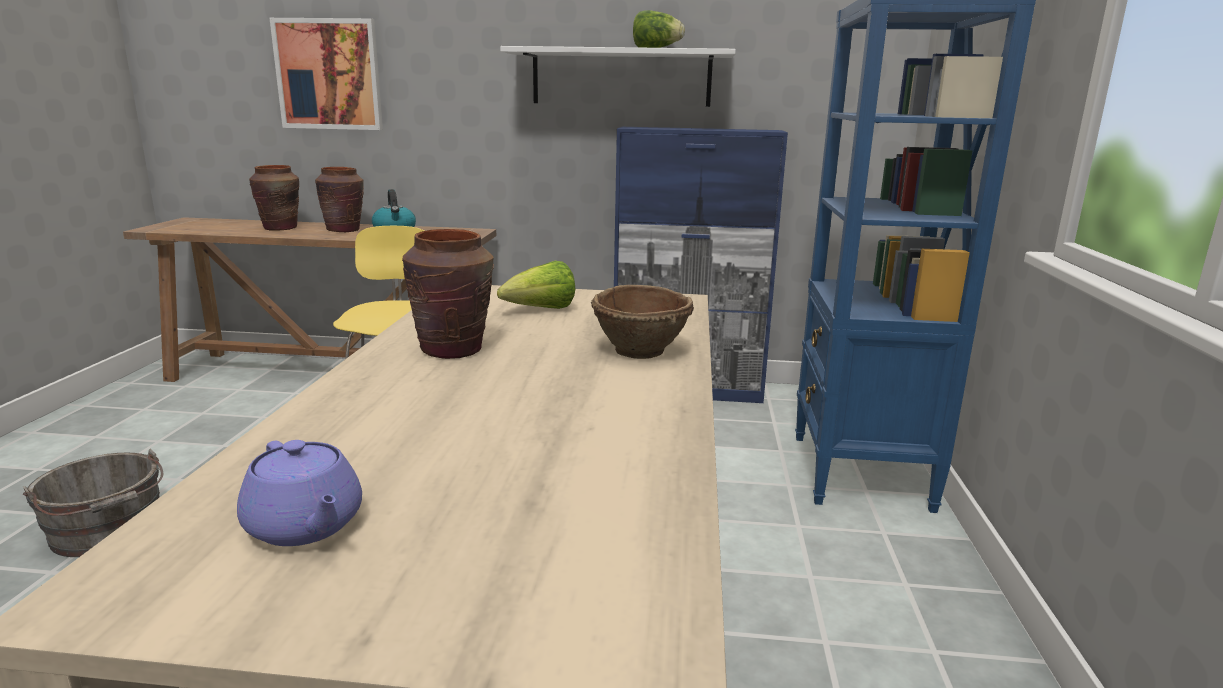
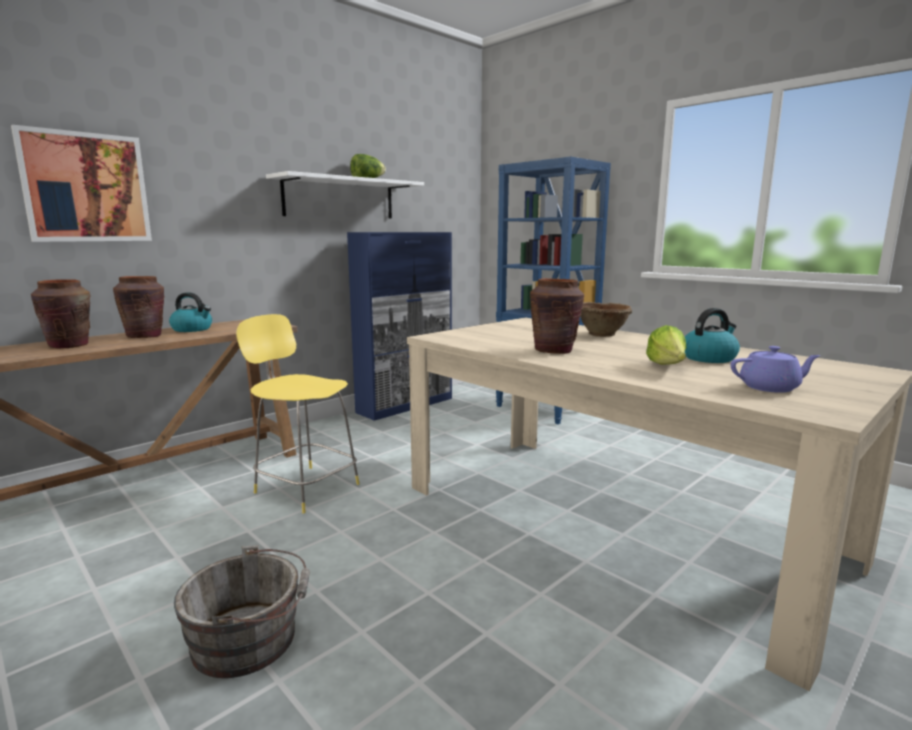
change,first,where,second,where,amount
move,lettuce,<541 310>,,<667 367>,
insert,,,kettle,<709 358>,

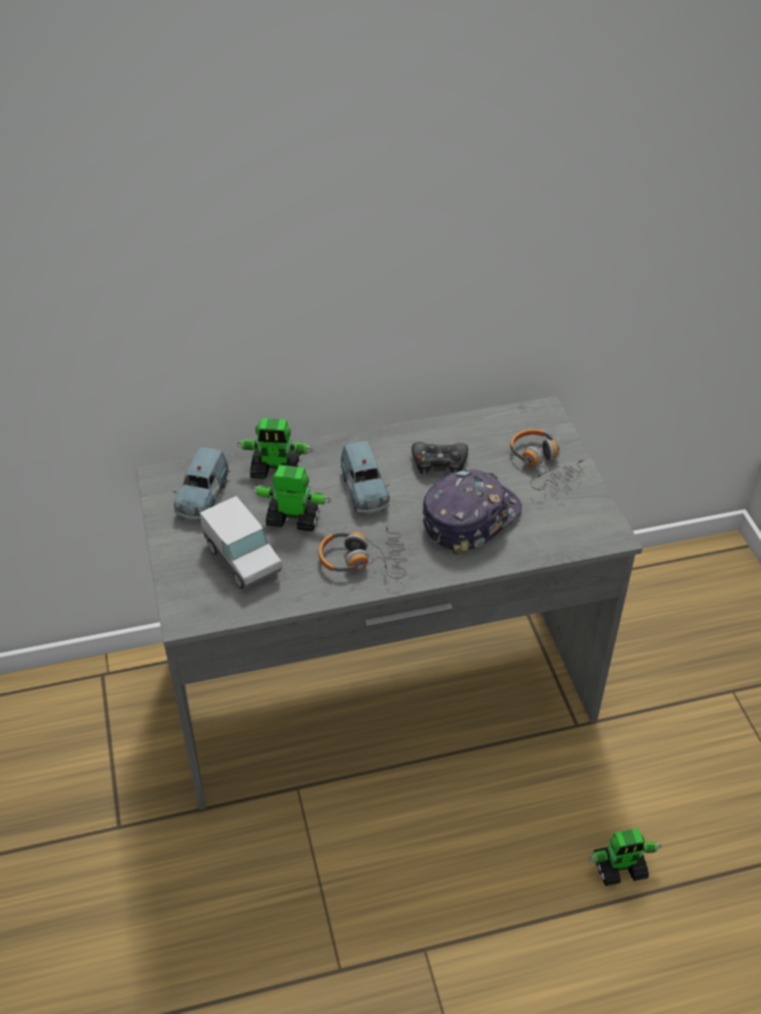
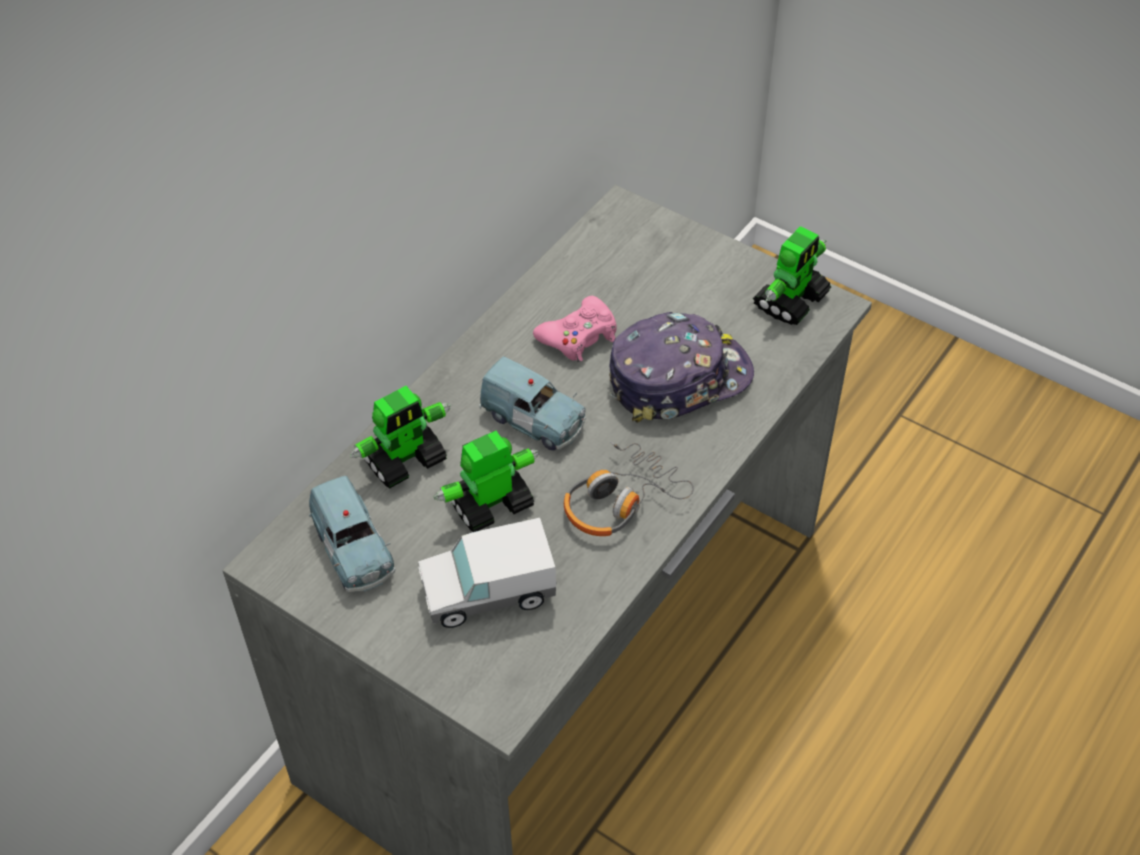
change,first,where,second,where,amount
delete,headphones,<541 464>,,,
recolor,black game controller,<439 463>,pink game controller,<579 336>,
rotate,cap,<469 518>,,<678 378>,60 degrees clockwise
rotate,toy truck,<242 559>,,<488 592>,150 degrees clockwise
move,toy robot,<620 867>,,<791 300>,

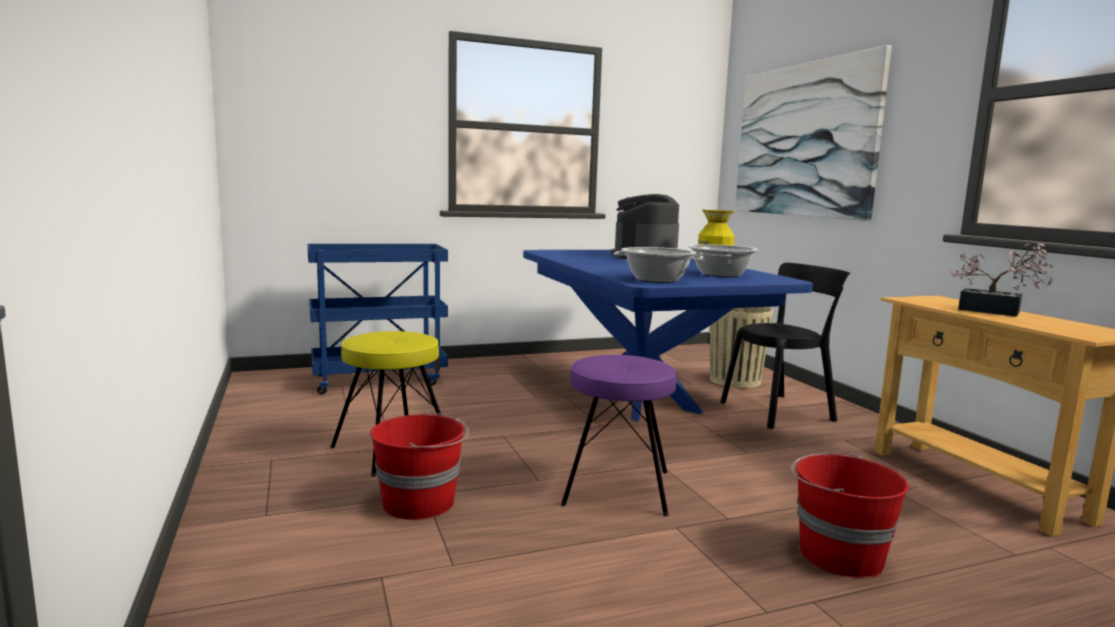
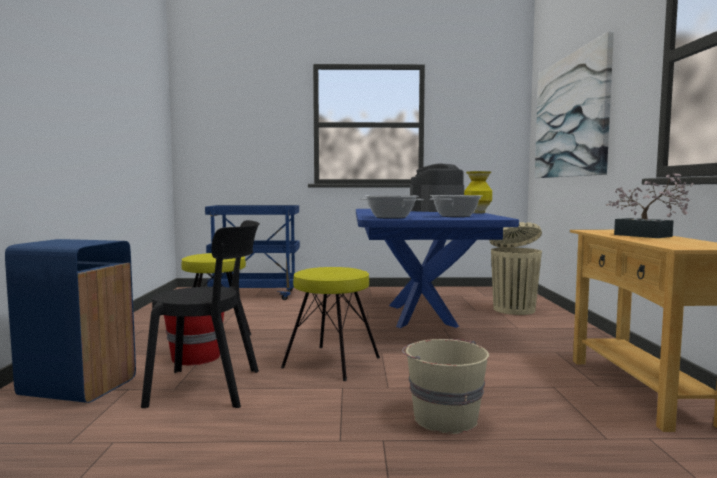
change,first,where,second,where,amount
move,black chair,<781 410>,,<211 387>,
recolor,purple stool,<617 488>,yellow stool,<332 362>,
recolor,red bucket,<839 555>,beige bucket,<444 418>,
insert,,,blue trash can,<79 386>,

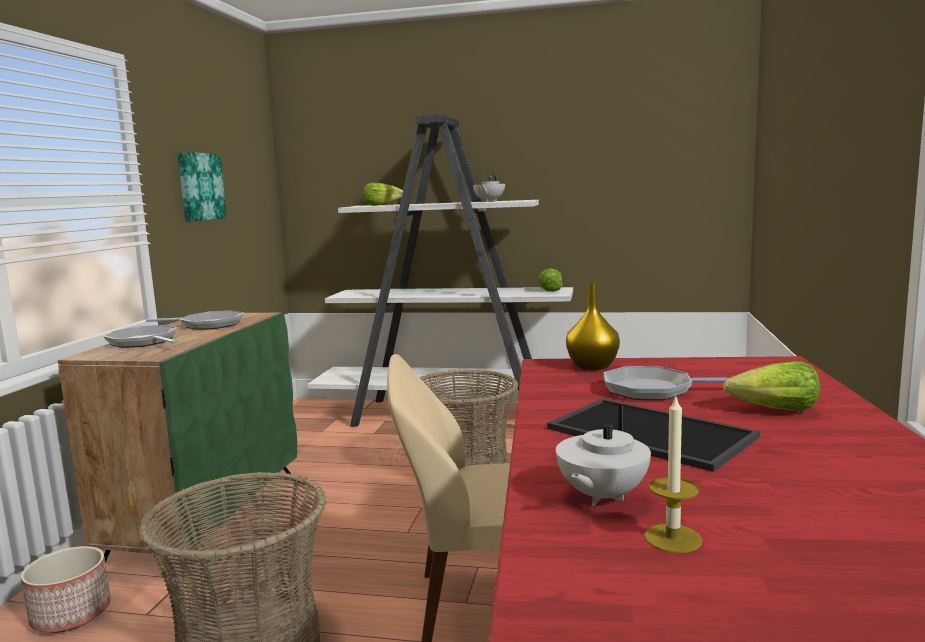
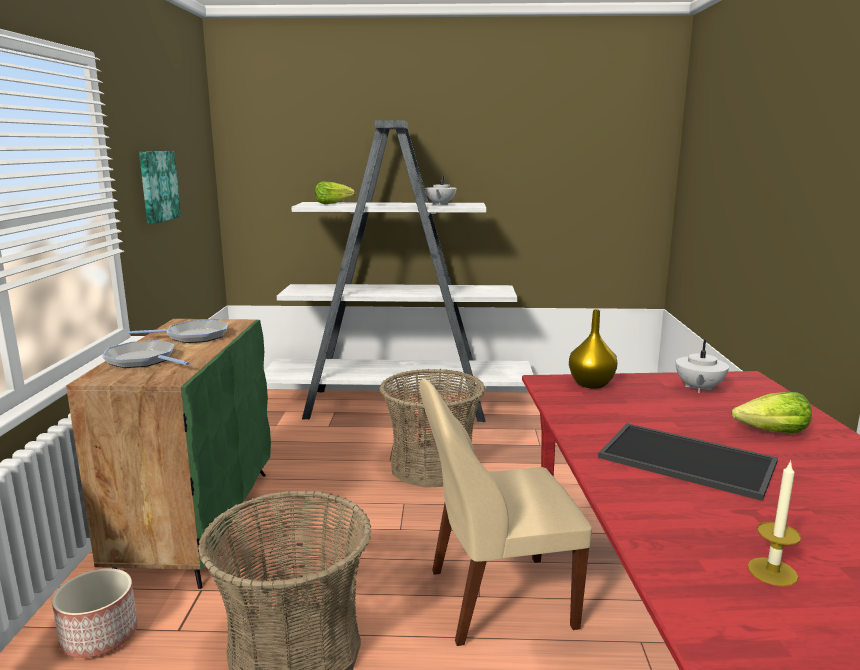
change,first,where,second,where,amount
delete,lettuce,<550 290>,,,
delete,frying pan,<653 390>,,,
move,white teapot,<601 496>,,<698 388>,

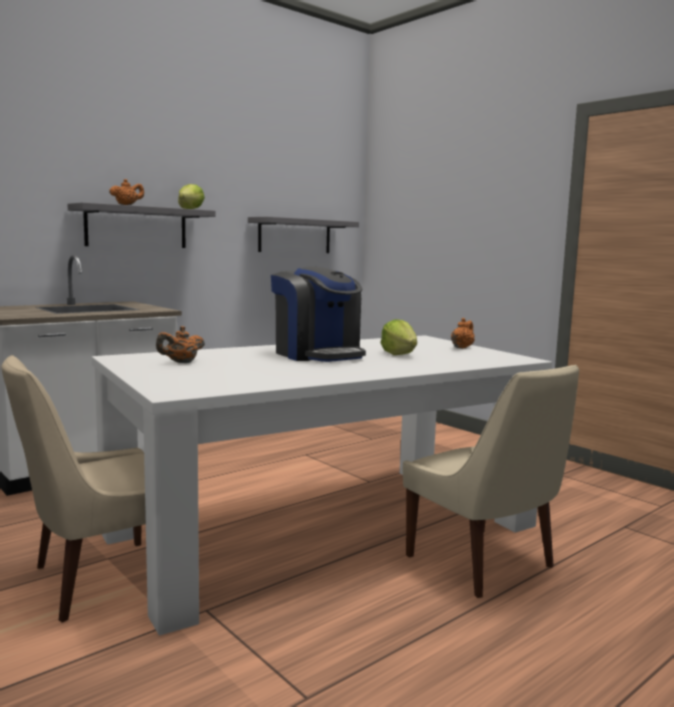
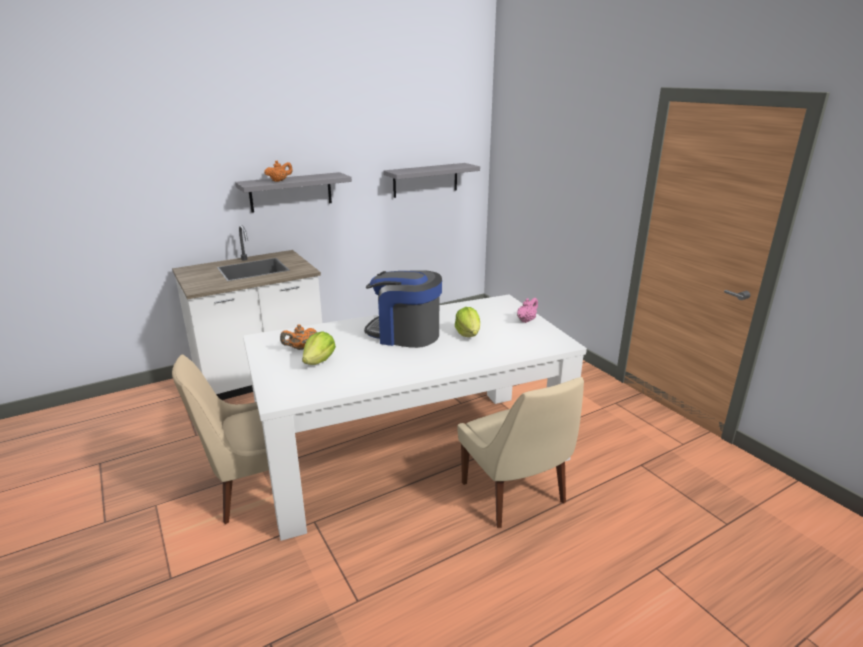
change,first,where,second,where,amount
move,lettuce,<190 209>,,<319 361>,
rotate,coffee machine,<317 354>,,<405 334>,135 degrees clockwise
recolor,orange teapot,<462 347>,pink teapot,<526 320>,

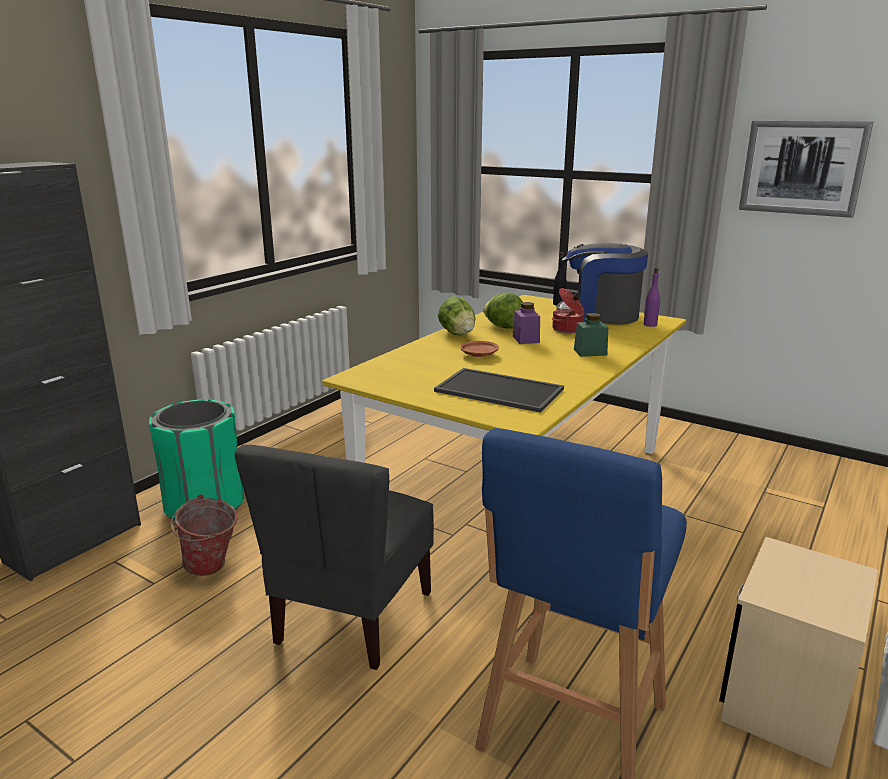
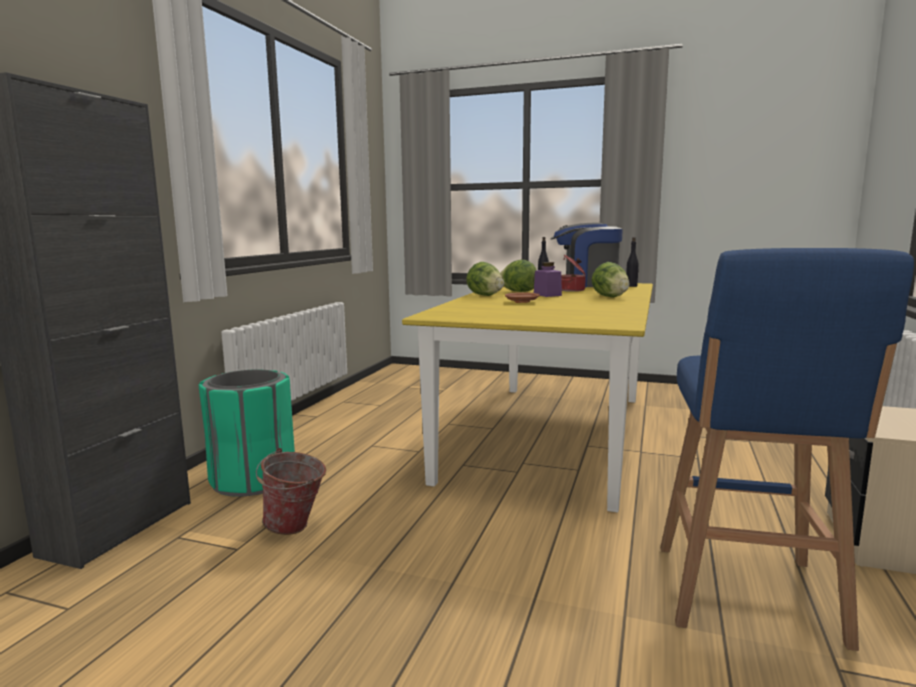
change,first,where,second,where,amount
delete,picture,<802 168>,,,
recolor,purple bottle,<650 325>,black bottle,<631 286>,
replace,green jar,<590 352>,lettuce,<610 297>,
delete,tray,<501 390>,,,
delete,grey chair,<352 617>,,,

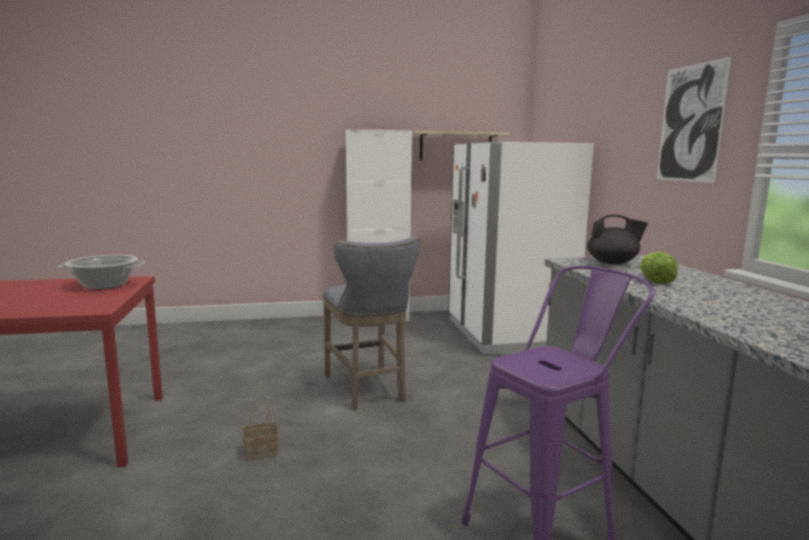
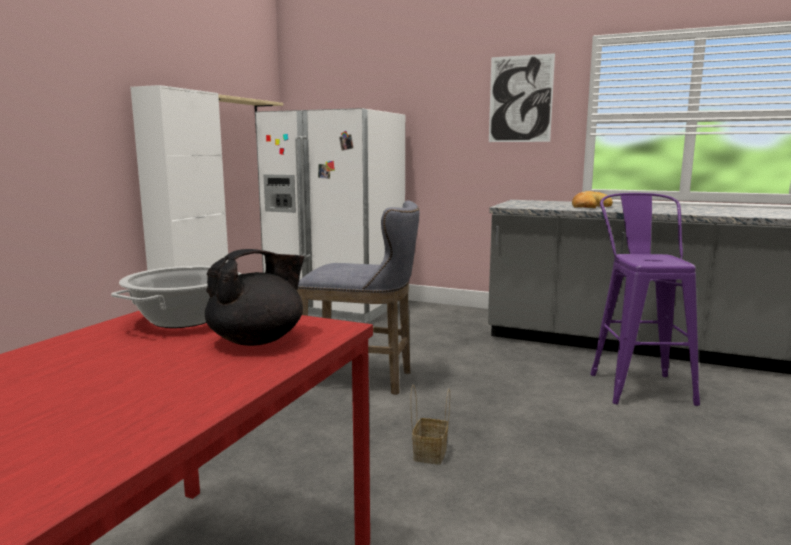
change,first,where,second,where,amount
move,black teapot,<613 263>,,<258 340>,
replace,lettuce,<654 281>,bread,<589 206>,

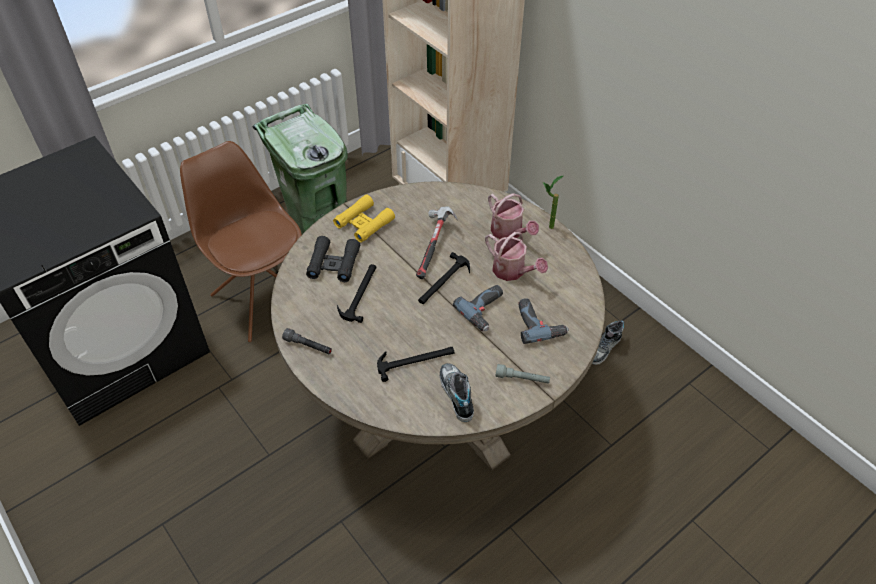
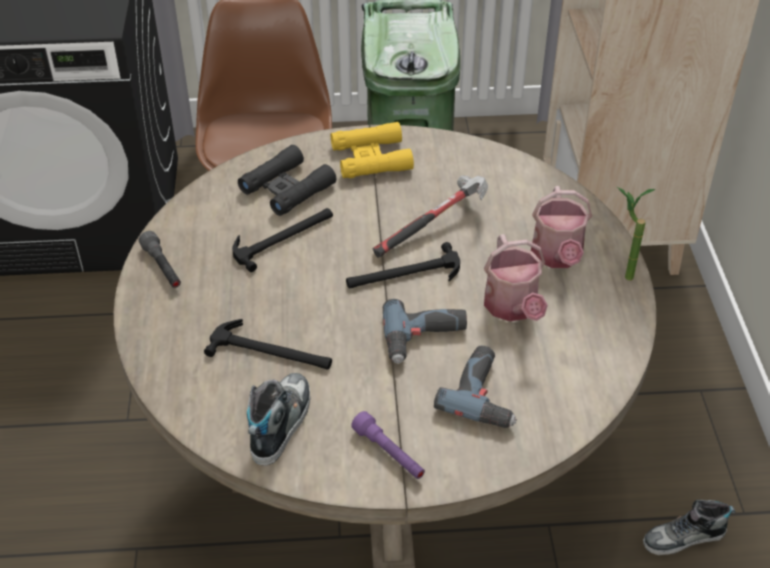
change,first,where,second,where,amount
recolor,grey flashlight,<522 379>,purple flashlight,<389 453>,

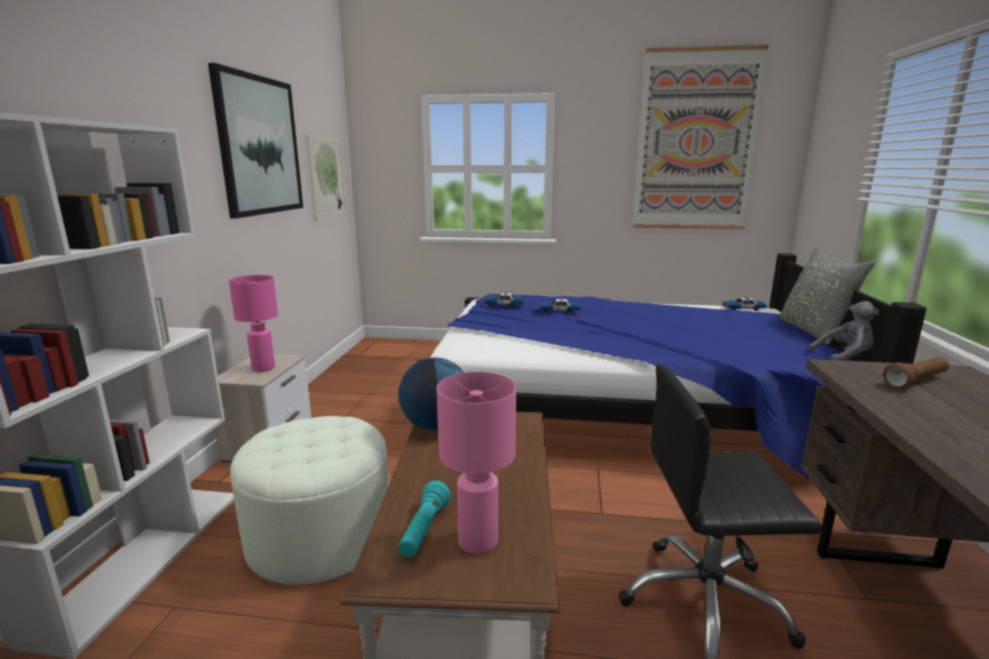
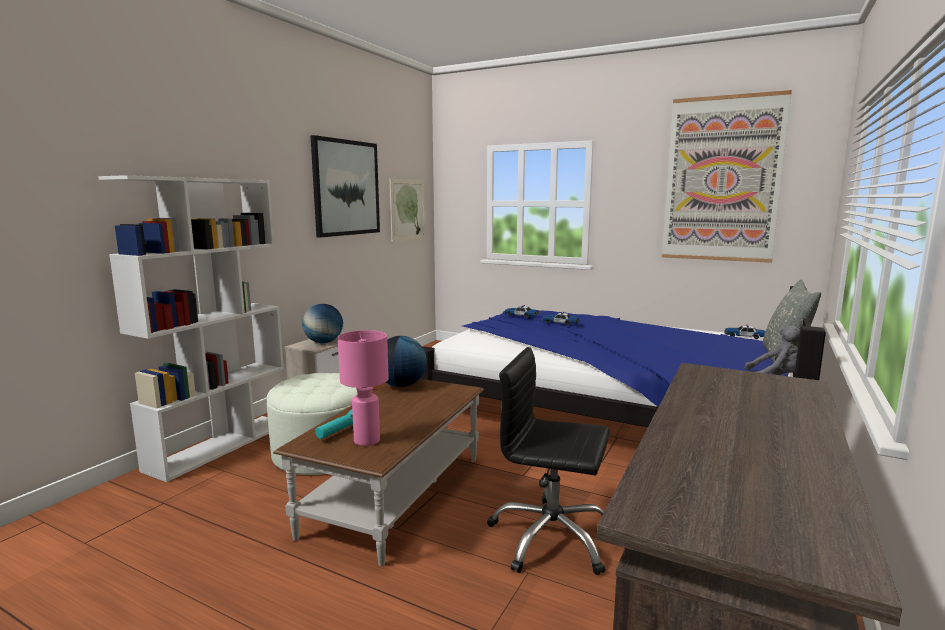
change,first,where,second,where,amount
replace,pink table lamp,<263 368>,globe,<323 342>,
delete,brown flashlight,<915 381>,,,

